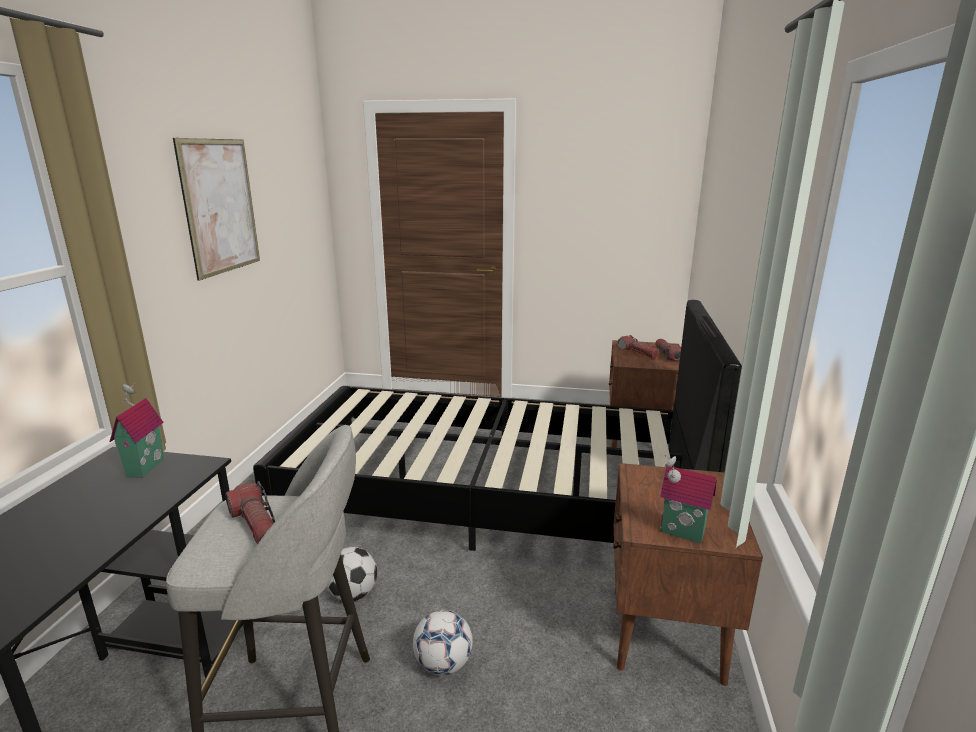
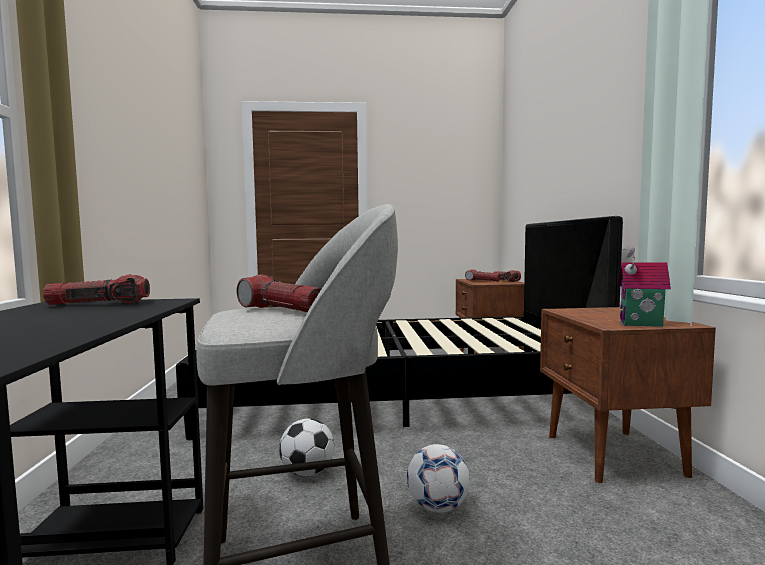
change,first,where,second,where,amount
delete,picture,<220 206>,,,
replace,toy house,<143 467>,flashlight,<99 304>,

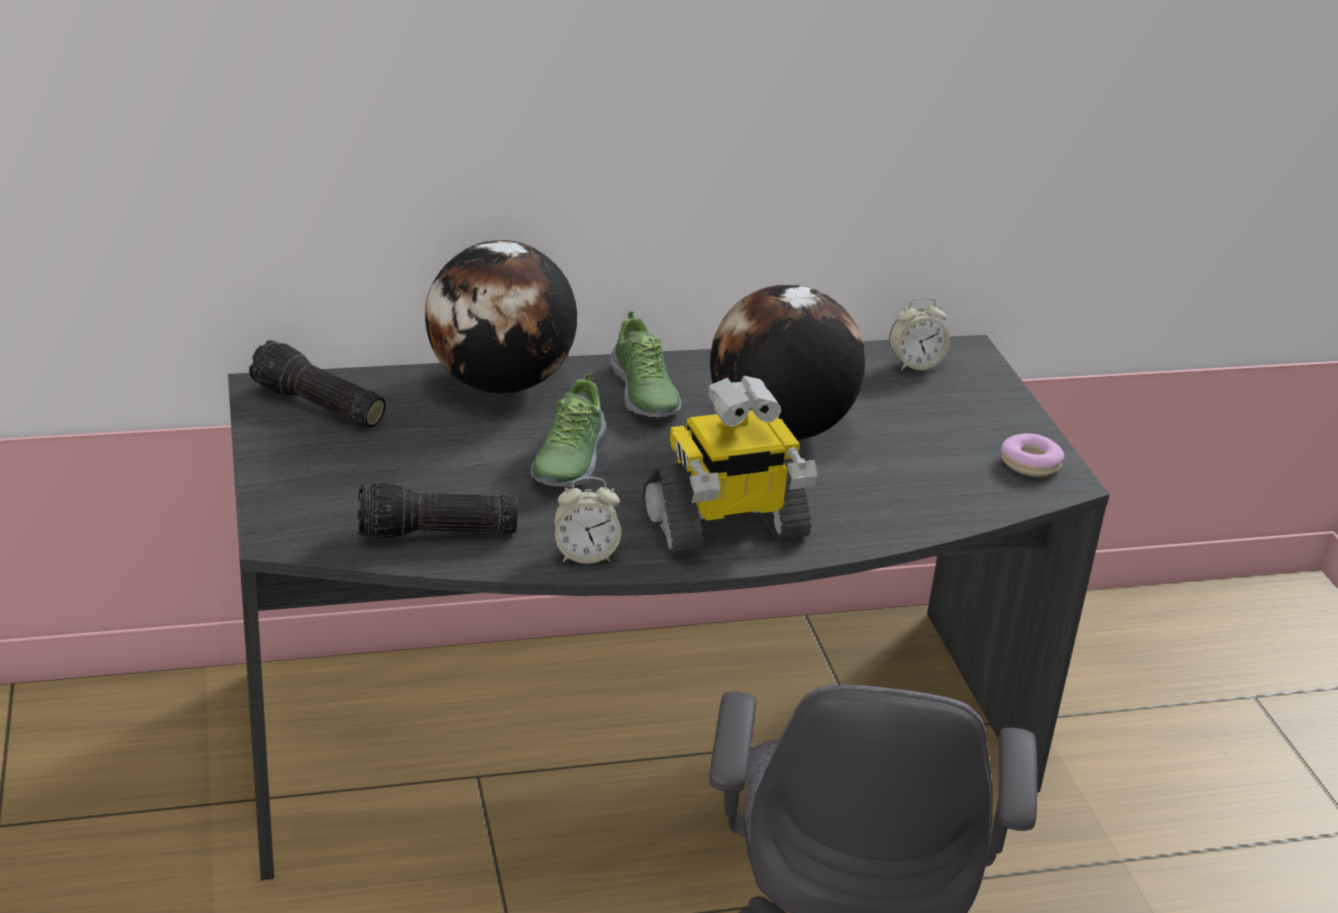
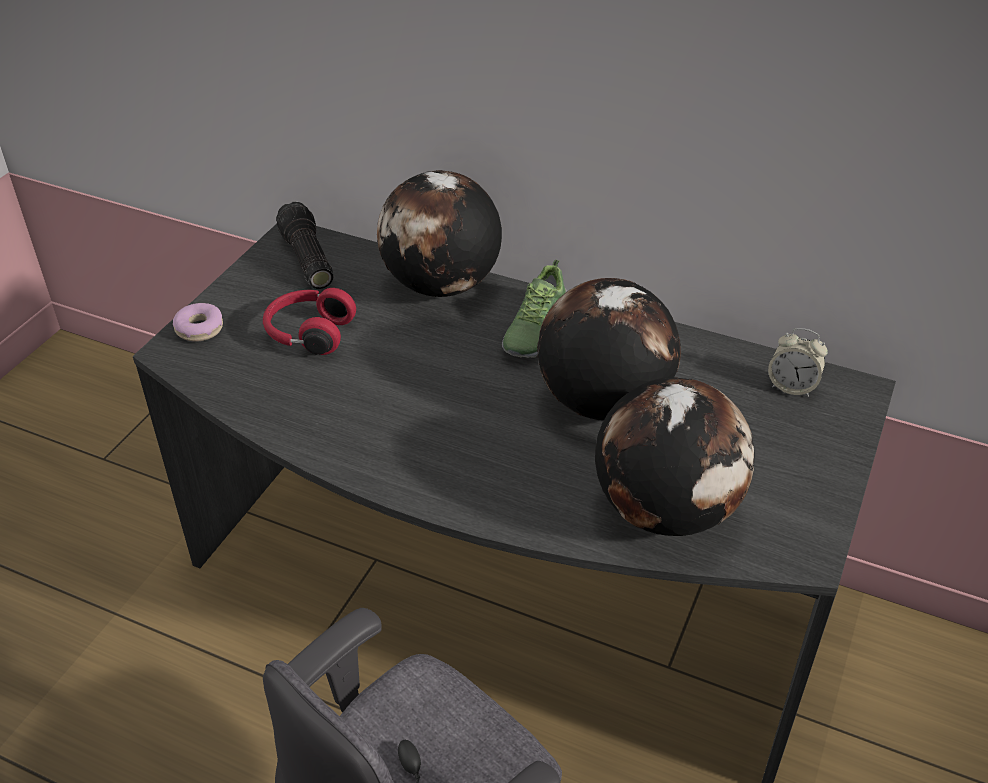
change,first,where,second,where,amount
delete,shoe,<568 459>,,,
delete,toy robot,<725 528>,,,
move,donut,<1030 464>,,<199 328>,
delete,alarm clock,<585 555>,,,
delete,flashlight,<435 534>,,,
insert,,,red headphones,<308 333>,
insert,,,globe,<666 510>,

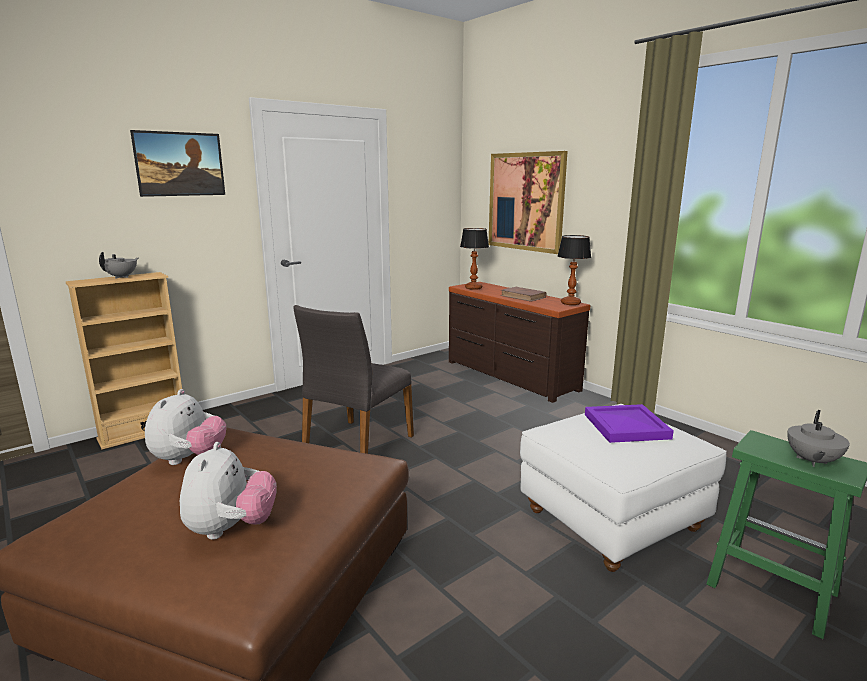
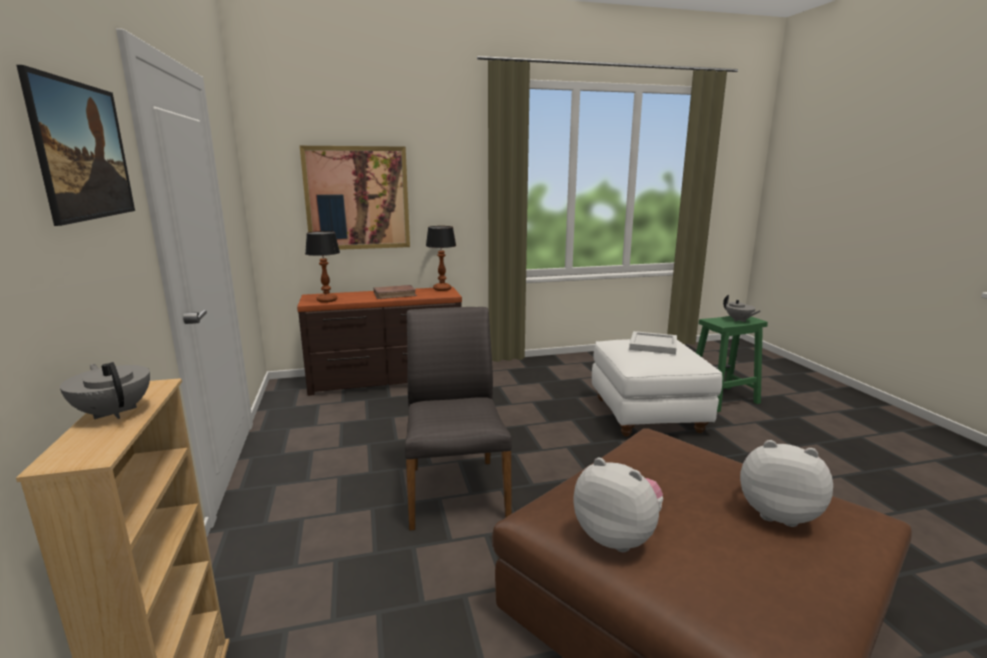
change,first,where,second,where,amount
rotate,grey chair,<357 446>,,<455 491>,150 degrees counterclockwise
recolor,purple tray,<624 426>,white tray,<652 345>,

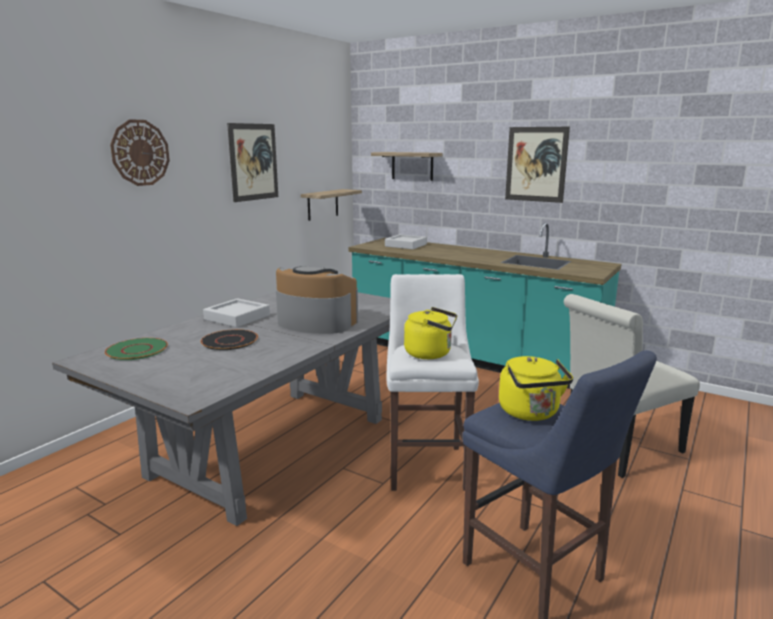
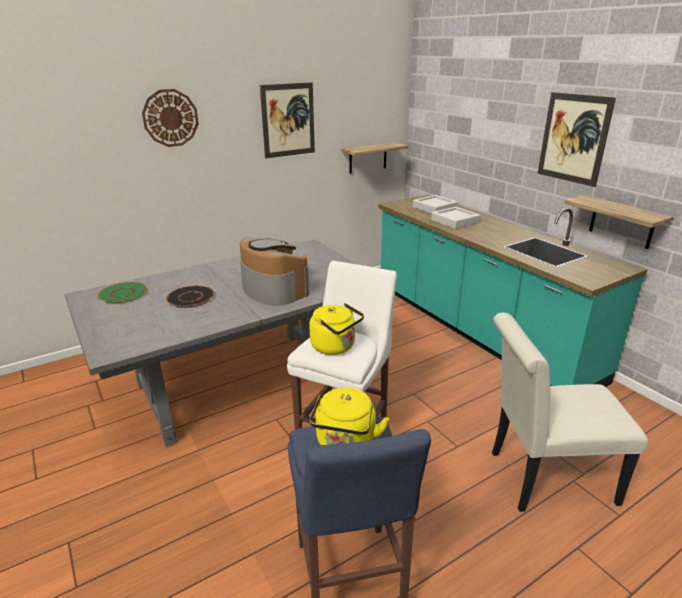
change,first,where,second,where,amount
move,shelf,<412 166>,,<622 222>,
move,grey tray,<237 317>,,<455 221>,

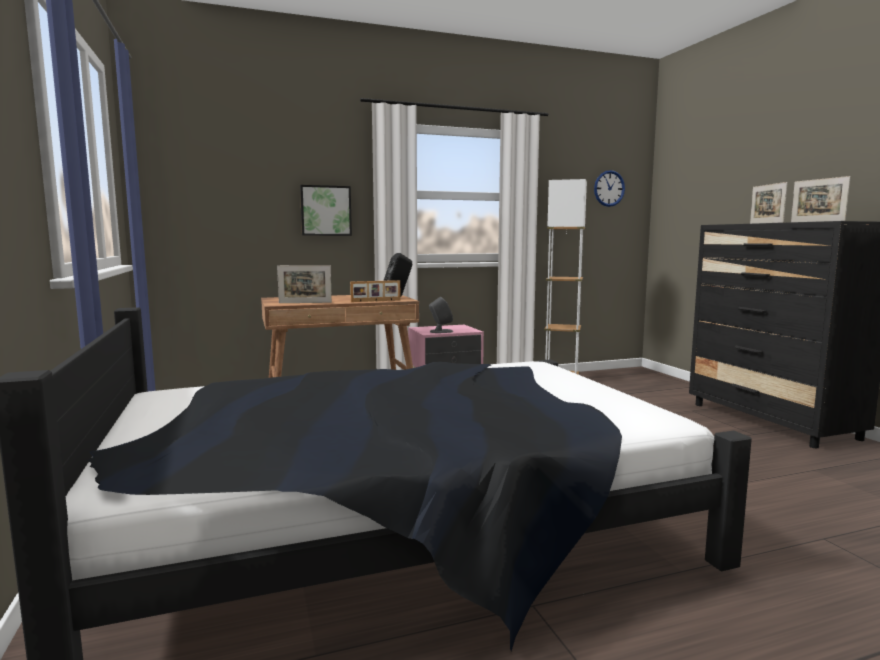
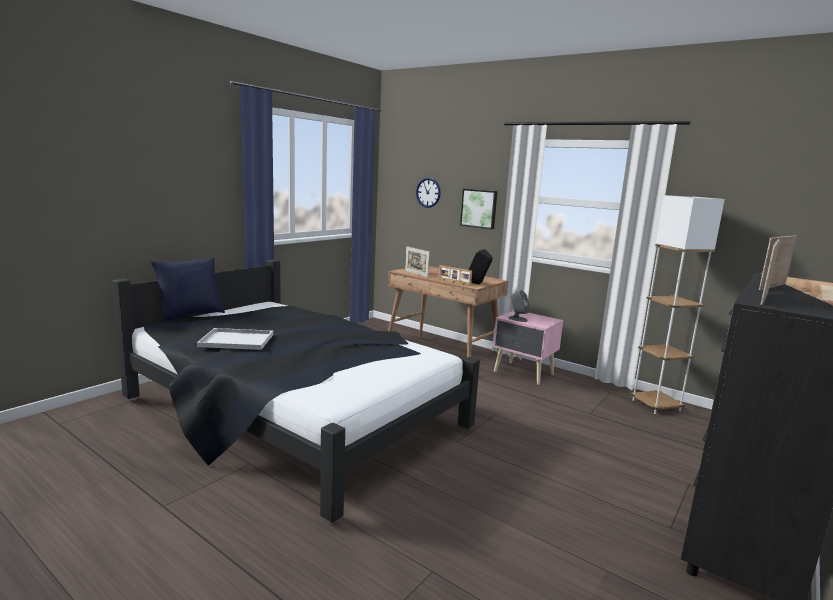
change,first,where,second,where,amount
move,wall clock,<609 188>,,<428 192>,
insert,,,blue pillow,<190 316>,
insert,,,white tray,<238 340>,

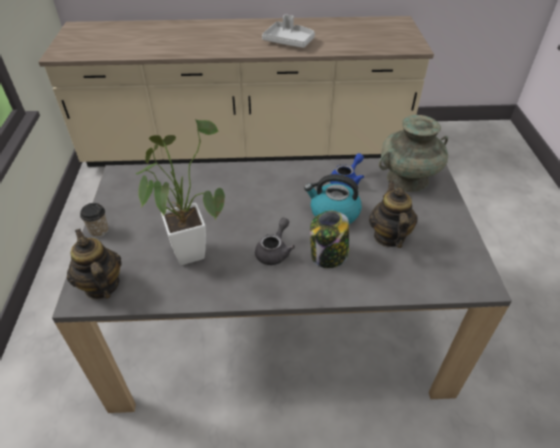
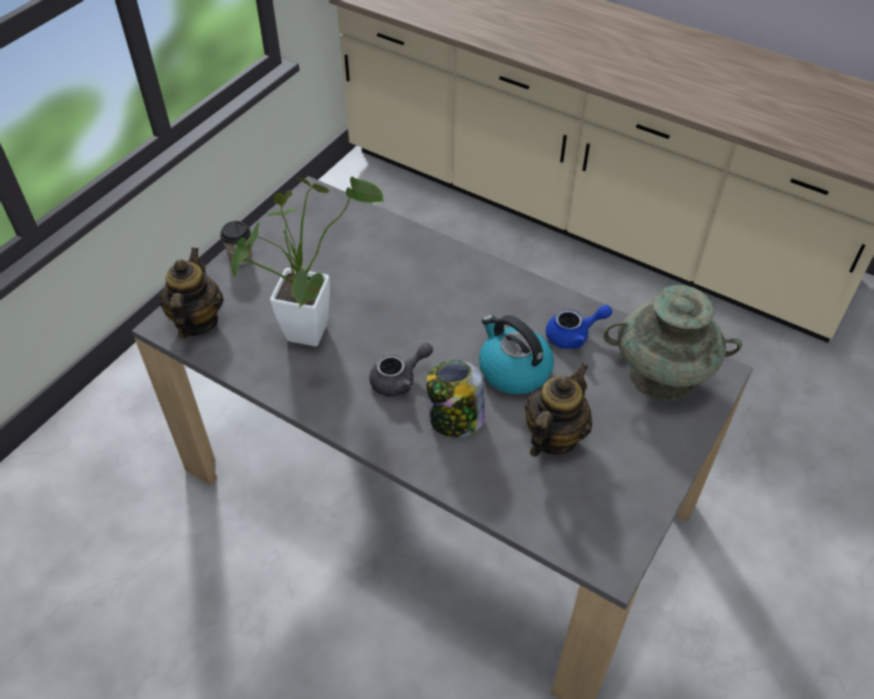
change,first,where,second,where,amount
delete,grey tray,<289 41>,,,

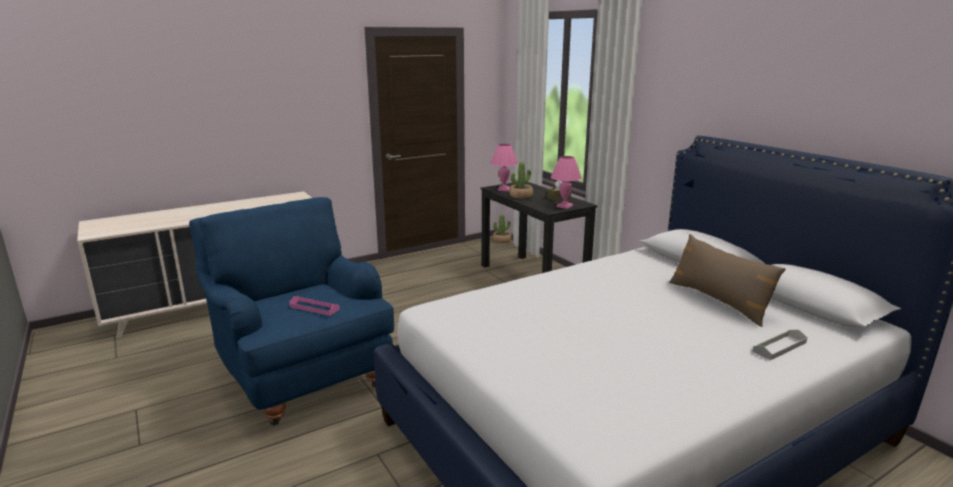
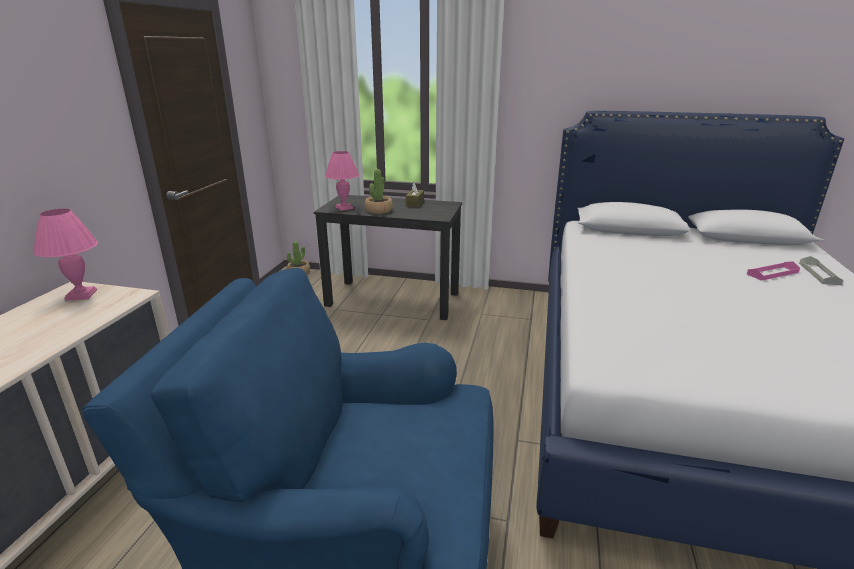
change,first,where,second,where,amount
move,pink table lamp,<564 206>,,<81 295>,
delete,brown pillow,<718 301>,,,
move,pink tray,<314 308>,,<772 273>,

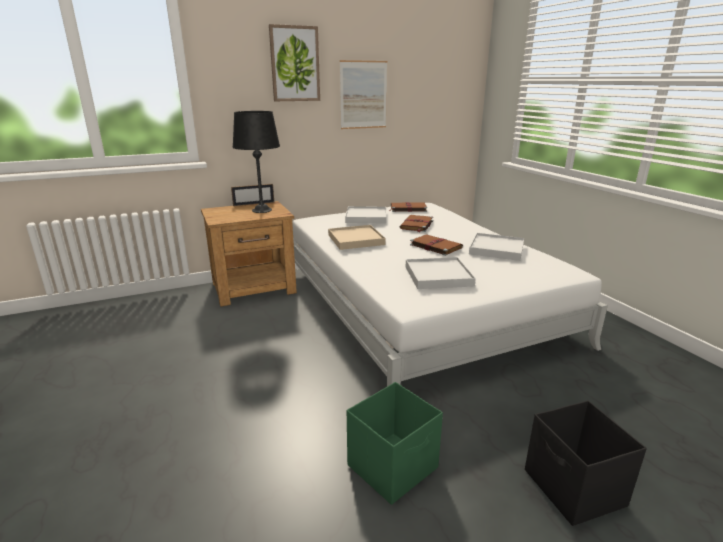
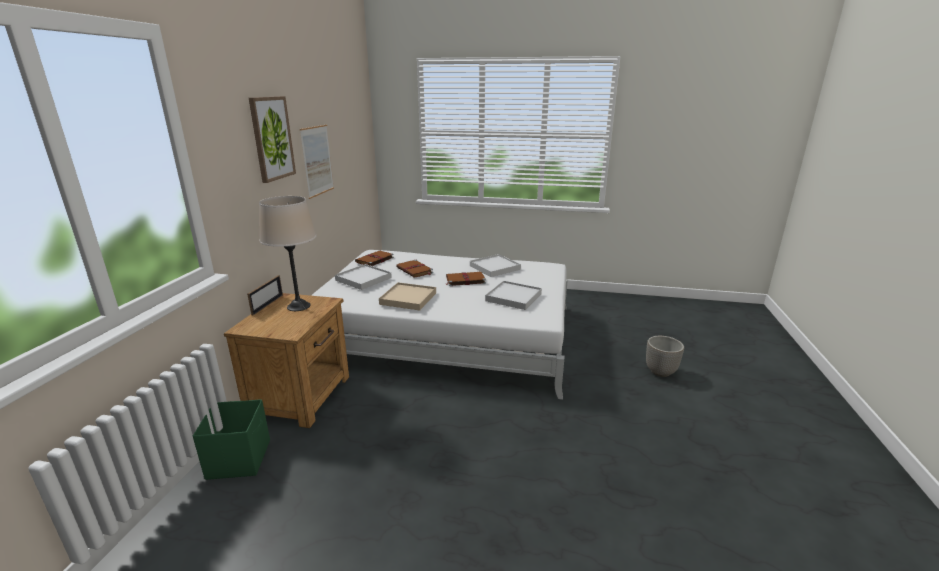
change,first,where,second,where,amount
recolor,black table lamp,<261 210>,beige table lamp,<298 306>,
move,green storage box,<393 467>,,<240 459>,
replace,black storage box,<574 489>,planter,<660 372>,

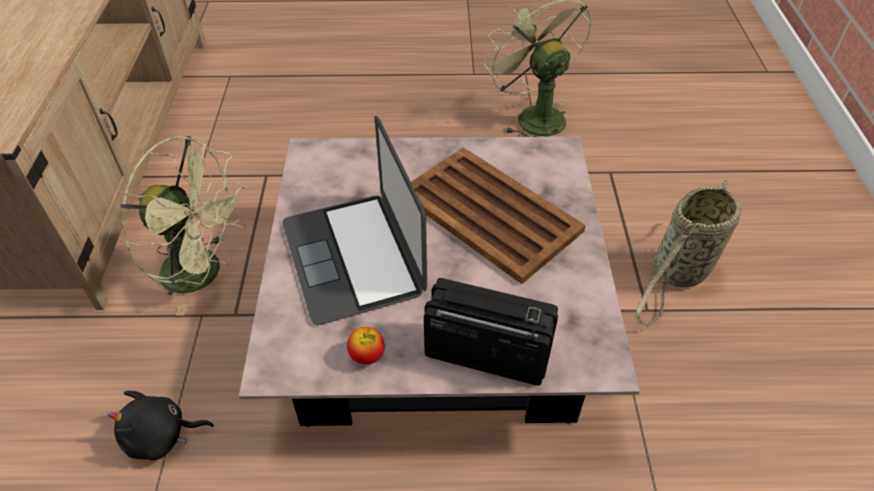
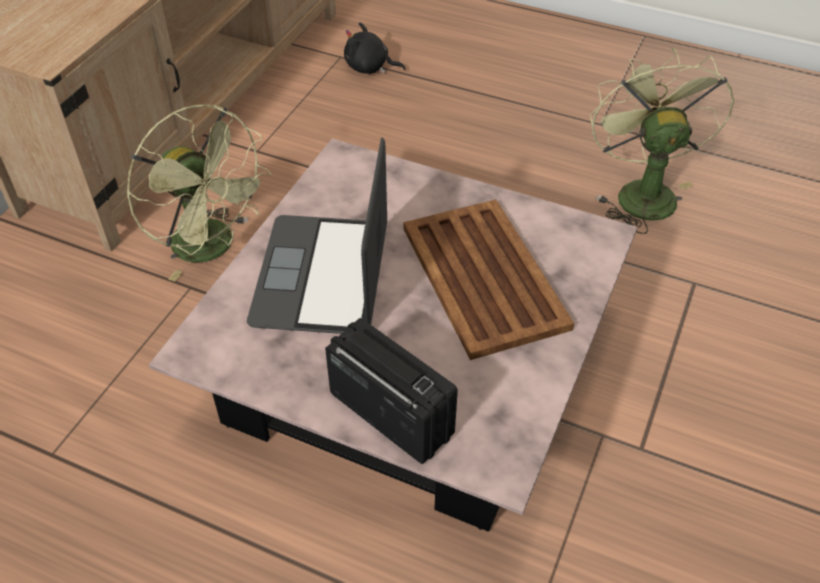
change,first,where,second,where,amount
delete,basket,<678 274>,,,
delete,apple,<367 356>,,,
move,black plush toy,<161 437>,,<369 68>,

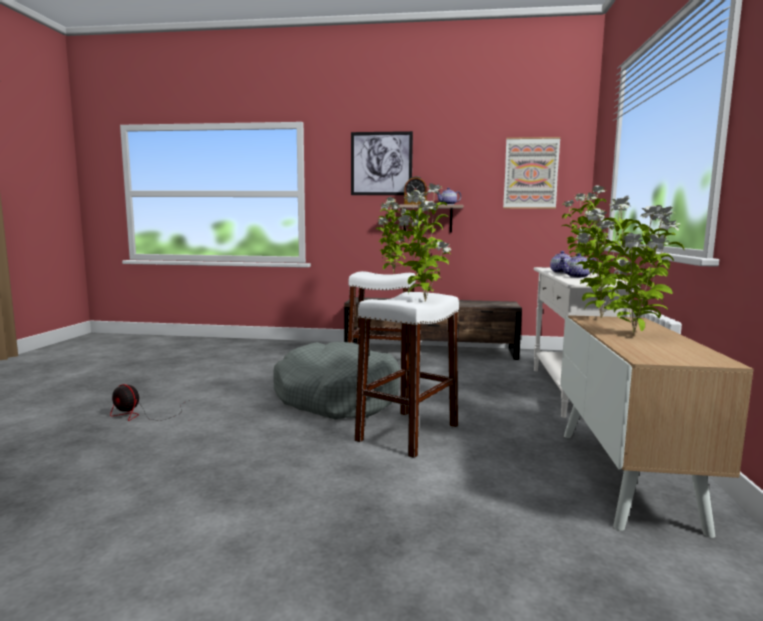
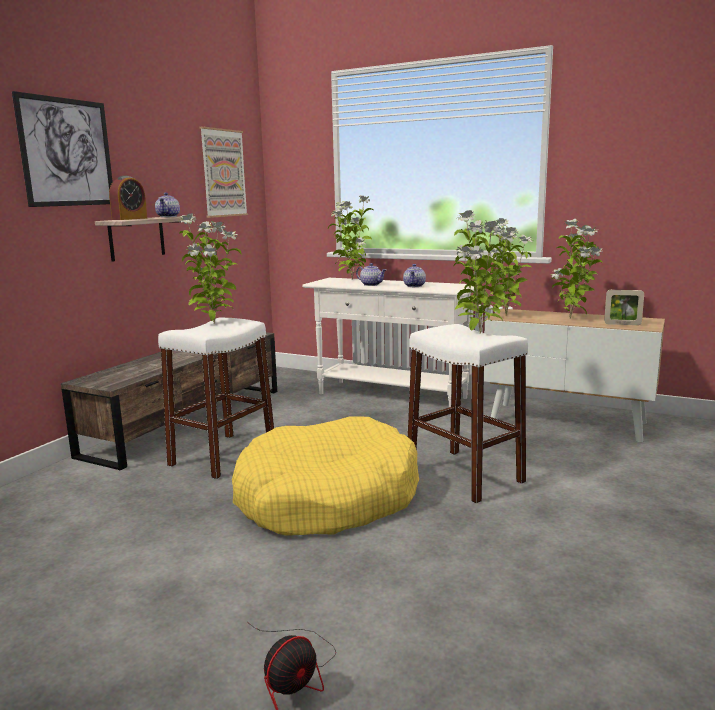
change,first,where,second,where,amount
recolor,grey dog bed,<336 397>,yellow dog bed,<327 498>,
insert,,,picture frame,<622 324>,

